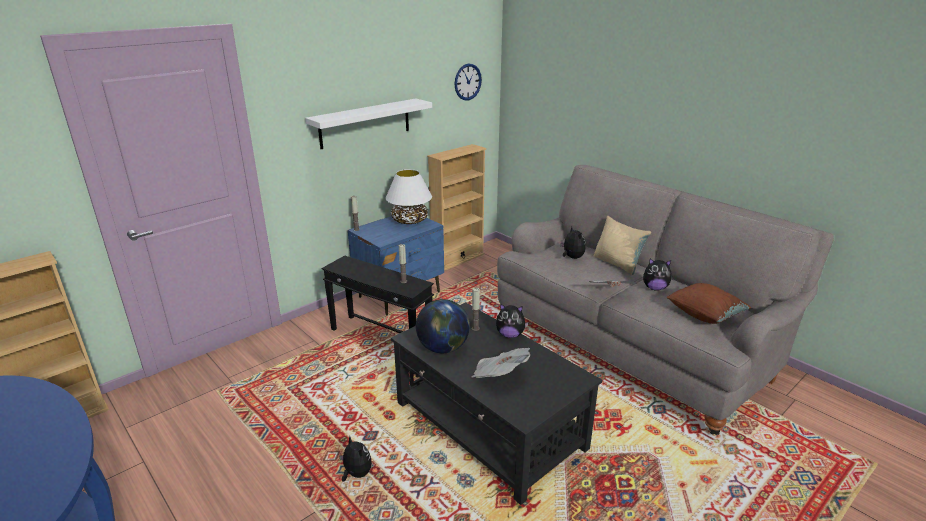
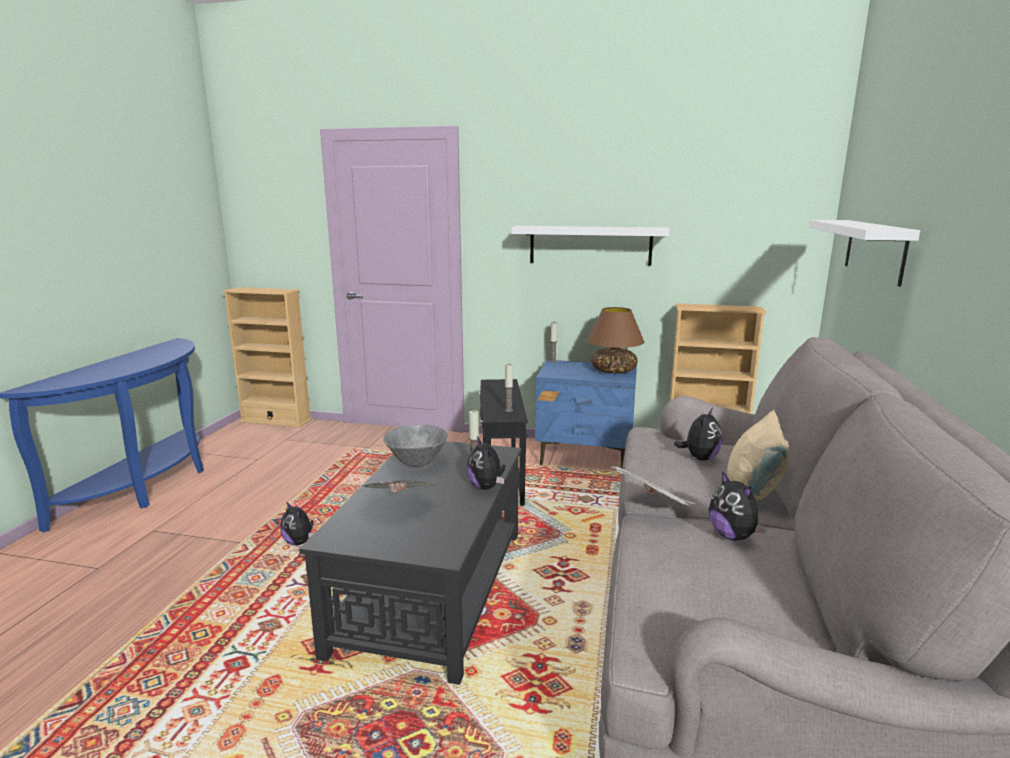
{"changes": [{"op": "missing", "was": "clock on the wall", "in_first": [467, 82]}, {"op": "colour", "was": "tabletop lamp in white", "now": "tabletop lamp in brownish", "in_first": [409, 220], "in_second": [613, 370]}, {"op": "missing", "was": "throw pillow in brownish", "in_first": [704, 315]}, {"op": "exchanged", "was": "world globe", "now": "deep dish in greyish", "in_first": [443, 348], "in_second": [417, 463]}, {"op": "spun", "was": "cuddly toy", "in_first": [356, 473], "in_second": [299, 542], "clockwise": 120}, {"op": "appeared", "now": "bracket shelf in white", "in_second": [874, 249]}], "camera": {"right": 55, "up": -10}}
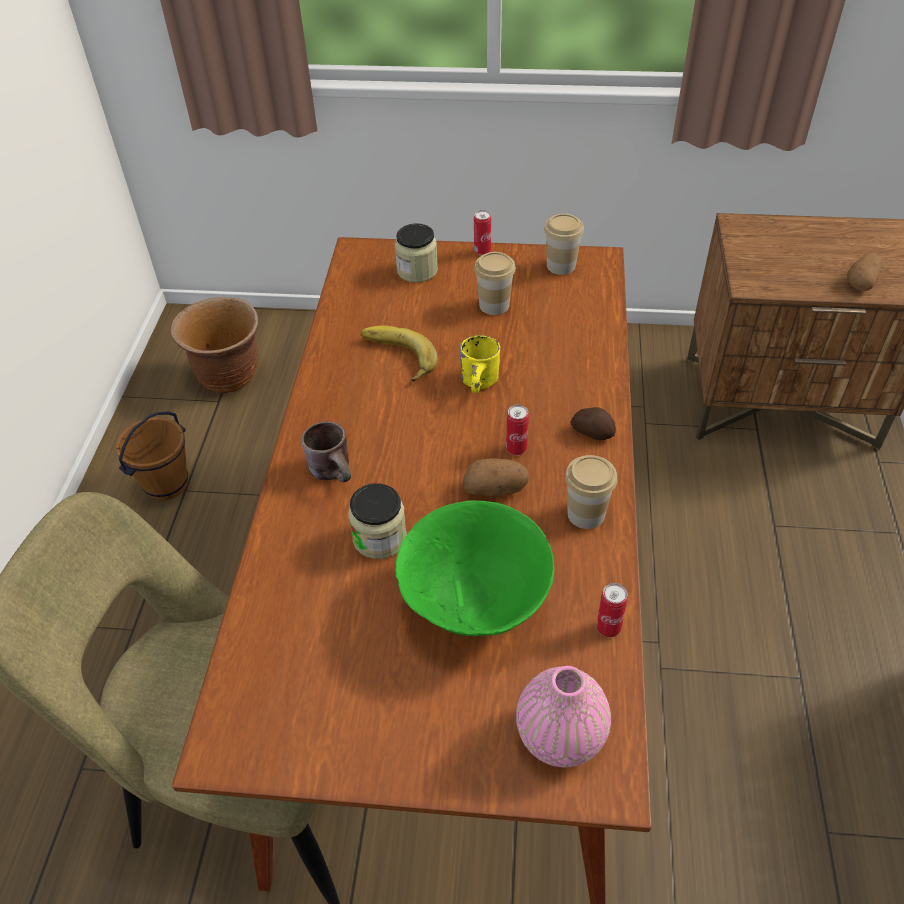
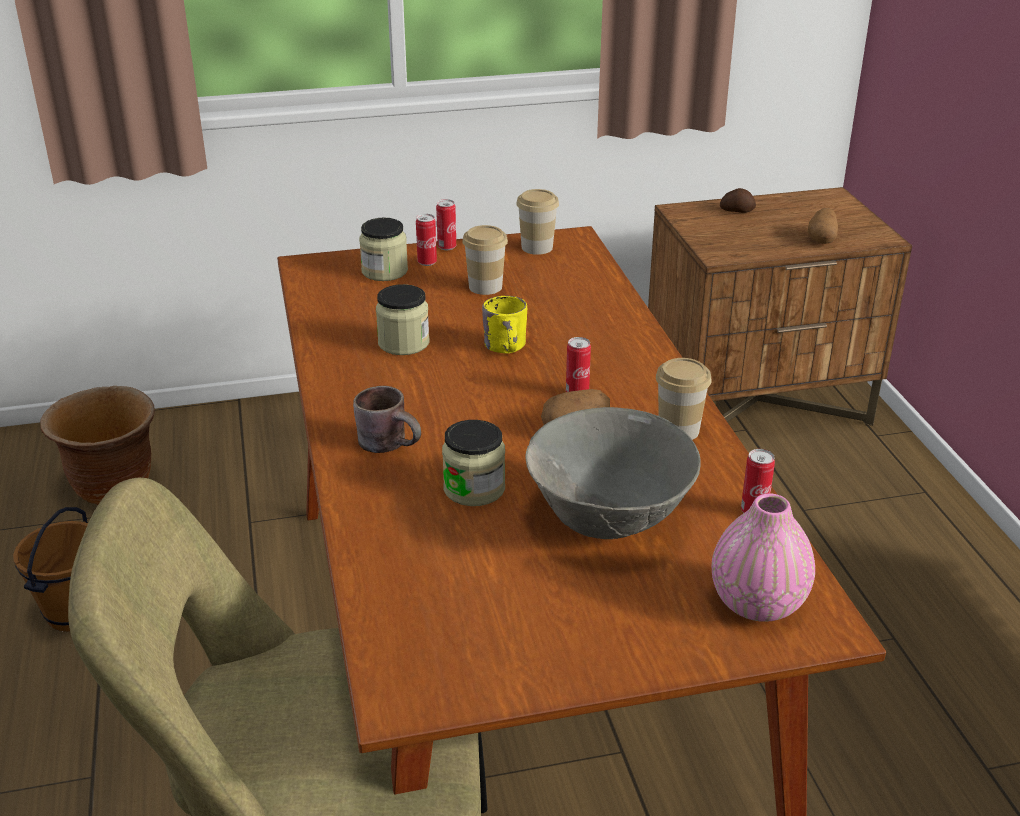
{"changes": [{"op": "exchanged", "was": "whole banana", "now": "preserve jar", "in_first": [396, 358], "in_second": [403, 343]}, {"op": "relocated", "was": "spud", "in_first": [592, 432], "in_second": [737, 210]}, {"op": "colour", "was": "deep dish in green", "now": "deep dish in greyish", "in_first": [476, 604], "in_second": [609, 521]}, {"op": "appeared", "now": "can", "in_second": [427, 262]}], "camera": {"right": -20, "up": -15}}
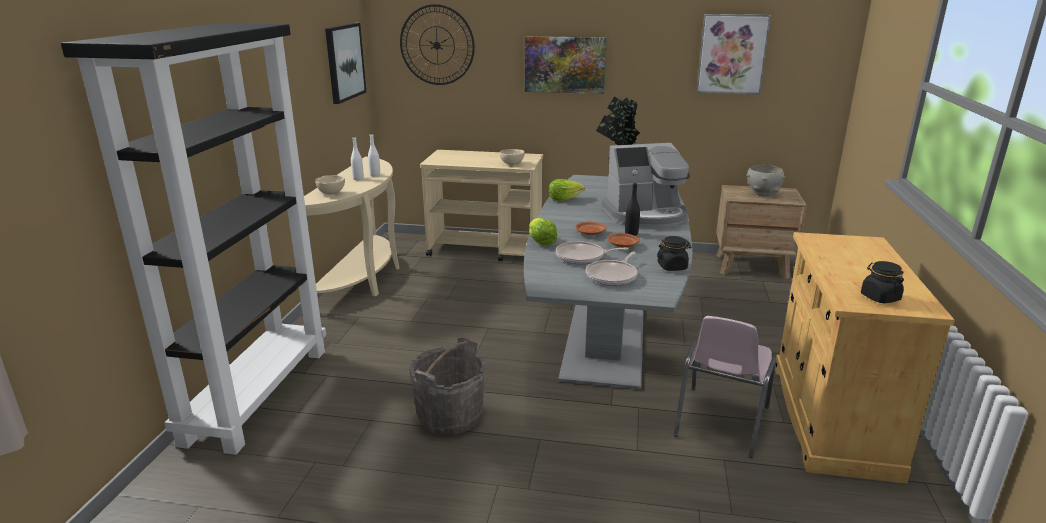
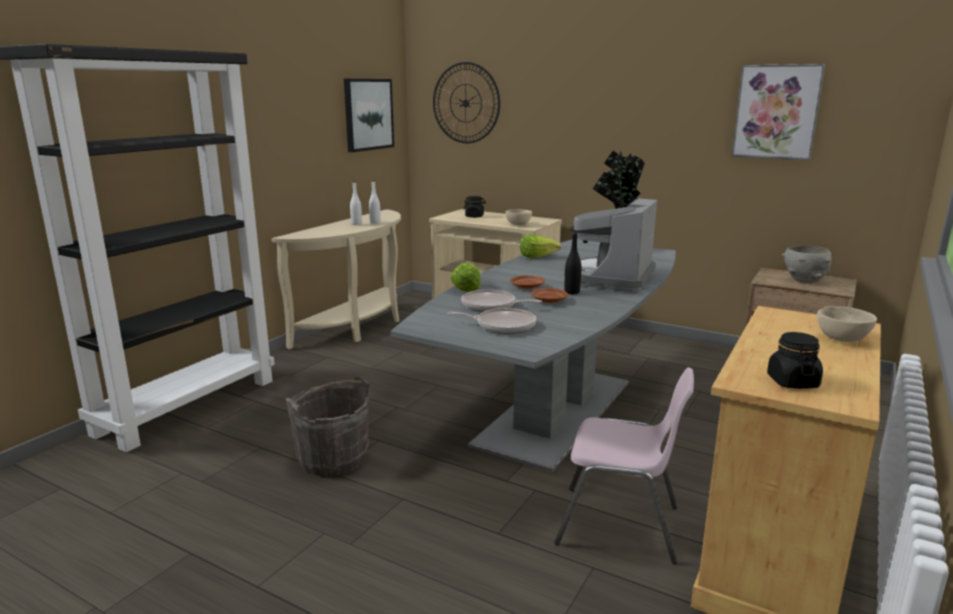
{"changes": [{"op": "missing", "was": "wall picture", "in_first": [565, 64]}, {"op": "spun", "was": "coffee machine", "in_first": [645, 215], "in_second": [609, 278], "clockwise": 105}, {"op": "relocated", "was": "deep dish in sand-coloured", "in_first": [331, 193], "in_second": [842, 339]}, {"op": "relocated", "was": "preserve jar in black-coloured", "in_first": [672, 267], "in_second": [474, 216]}, {"op": "spun", "was": "skillet", "in_first": [613, 276], "in_second": [502, 325], "clockwise": -135}, {"op": "spun", "was": "chair in pink", "in_first": [720, 422], "in_second": [620, 525], "clockwise": -120}], "camera": {"right": 20, "up": -5}}
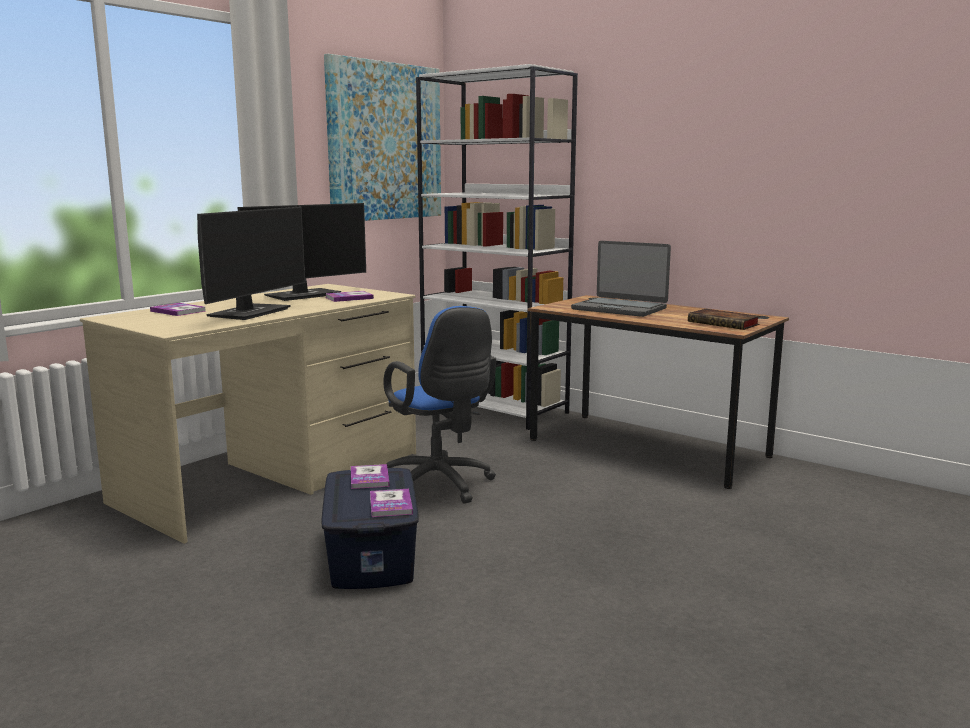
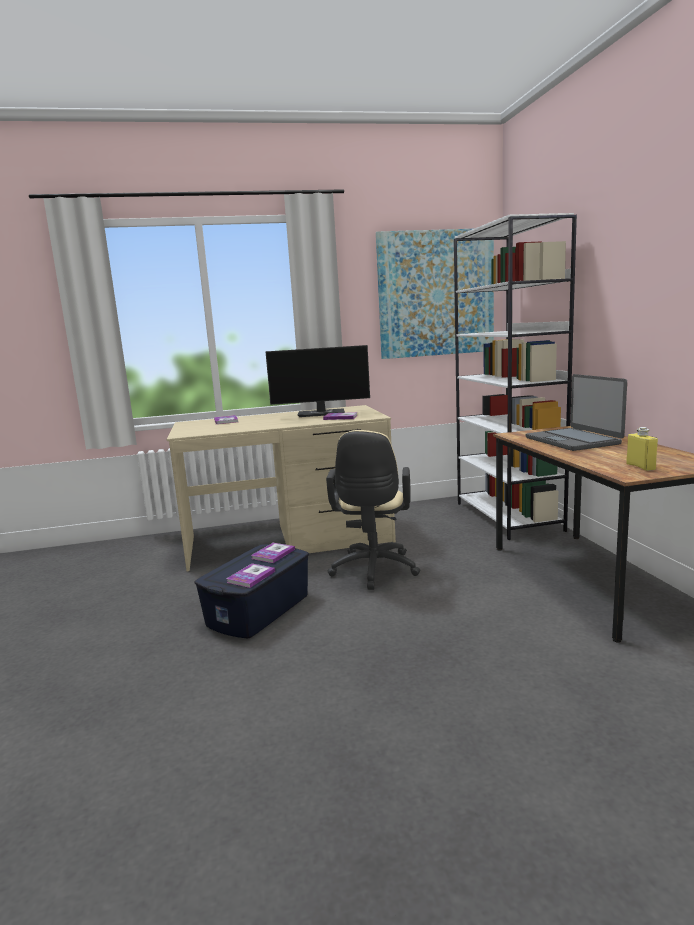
{"changes": [{"op": "missing", "was": "computer screen", "in_first": [250, 312]}, {"op": "colour", "was": "computer chair in blue-coloured", "now": "computer chair in sand-coloured", "in_first": [440, 486], "in_second": [373, 571]}, {"op": "exchanged", "was": "book", "now": "beverage bottle in yellowish", "in_first": [725, 324], "in_second": [640, 467]}], "camera": {"right": 40, "up": 0}}
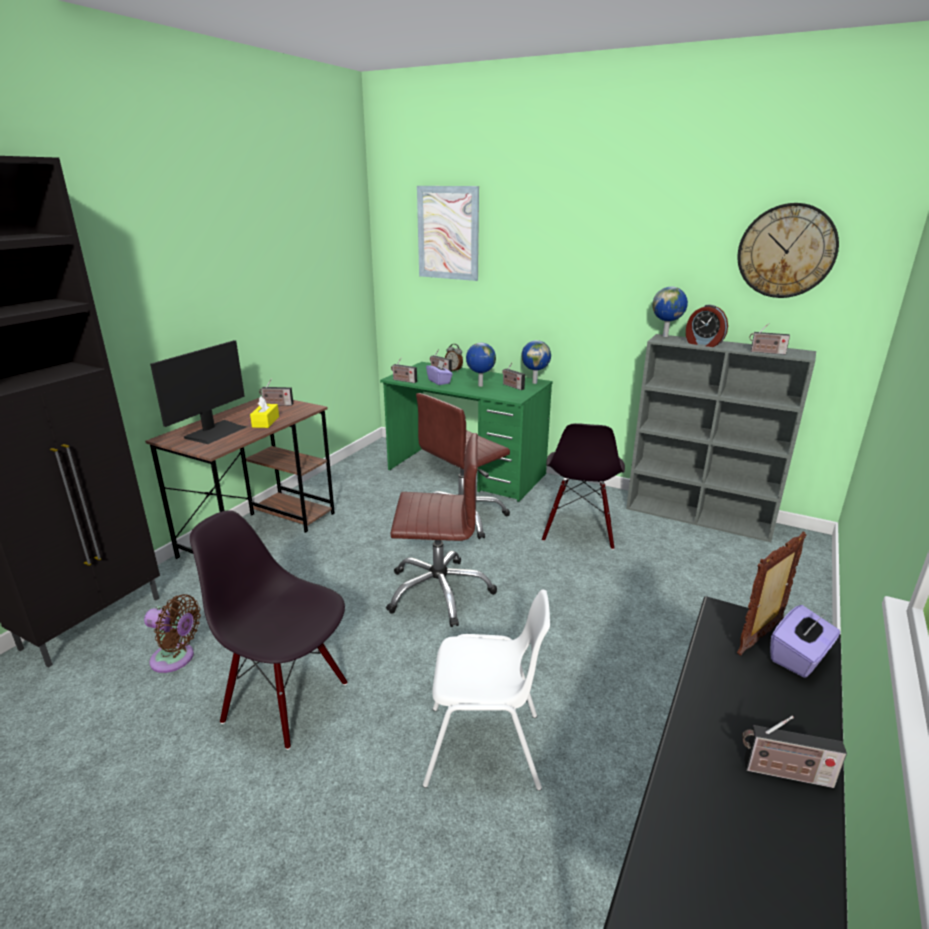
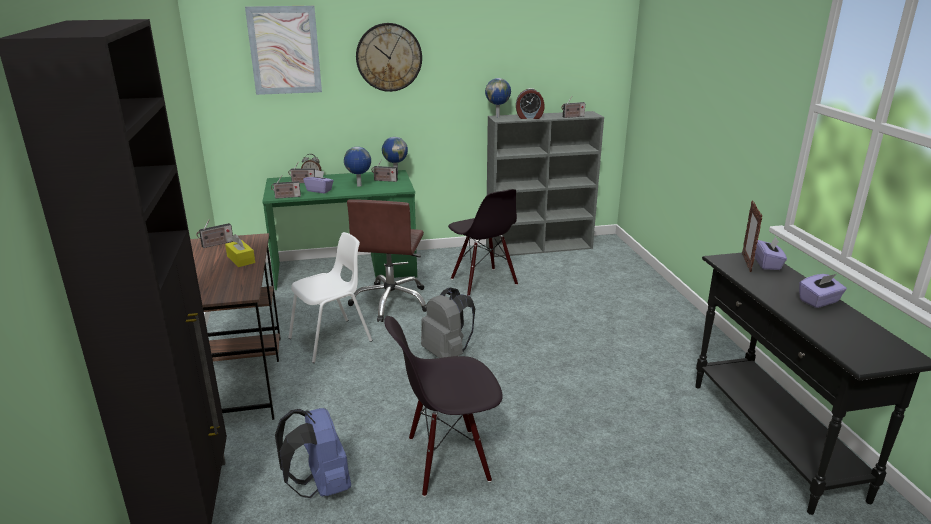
{"changes": [{"op": "relocated", "was": "clock on the wall", "in_first": [786, 251], "in_second": [389, 57]}, {"op": "missing", "was": "computer screen", "in_first": [215, 432]}, {"op": "exchanged", "was": "computer chair in brownish", "now": "rucksack in greyish", "in_first": [439, 591], "in_second": [447, 354]}, {"op": "relocated", "was": "chair in white", "in_first": [485, 749], "in_second": [332, 340]}, {"op": "exchanged", "was": "fan in brownish", "now": "rucksack in blue-coloured", "in_first": [176, 659], "in_second": [320, 486]}, {"op": "exchanged", "was": "radio receiver", "now": "tissue box in purple", "in_first": [783, 773], "in_second": [819, 301]}], "camera": {"right": -40, "up": 0}}
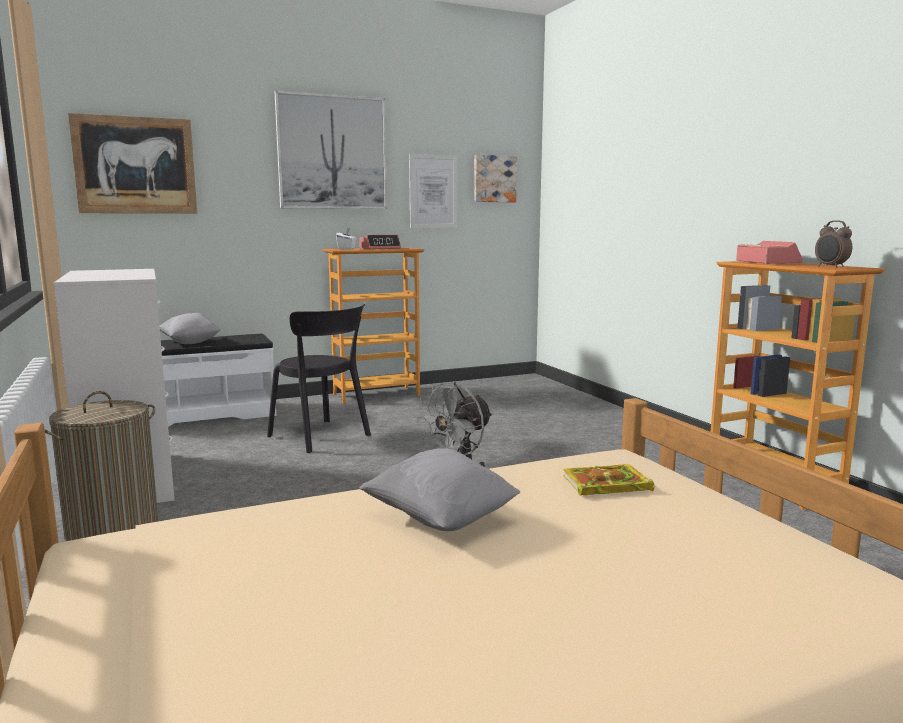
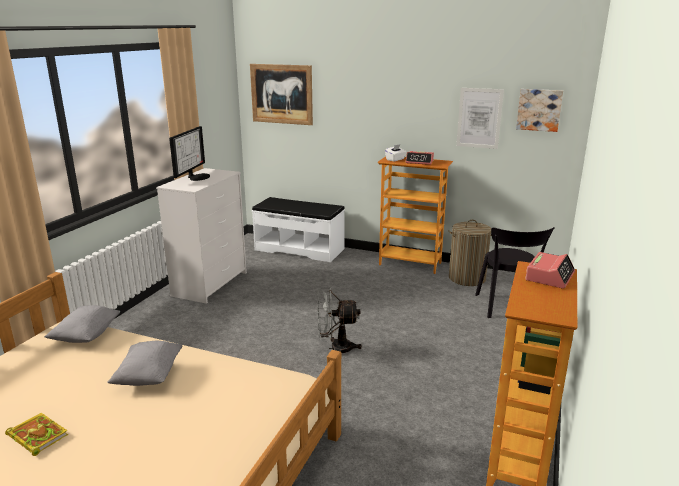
{"changes": [{"op": "missing", "was": "wall picture", "in_first": [332, 152]}, {"op": "missing", "was": "alarm clock", "in_first": [830, 267]}, {"op": "relocated", "was": "chair in black-coloured", "in_first": [321, 437], "in_second": [507, 307]}, {"op": "relocated", "was": "throw pillow in greyish", "in_first": [190, 343], "in_second": [86, 336]}, {"op": "relocated", "was": "laundry basket", "in_first": [113, 531], "in_second": [467, 278]}, {"op": "relocated", "was": "book", "in_first": [604, 485], "in_second": [36, 436]}, {"op": "appeared", "now": "computer screen", "in_second": [197, 177]}], "camera": {"right": 45, "up": 10}}
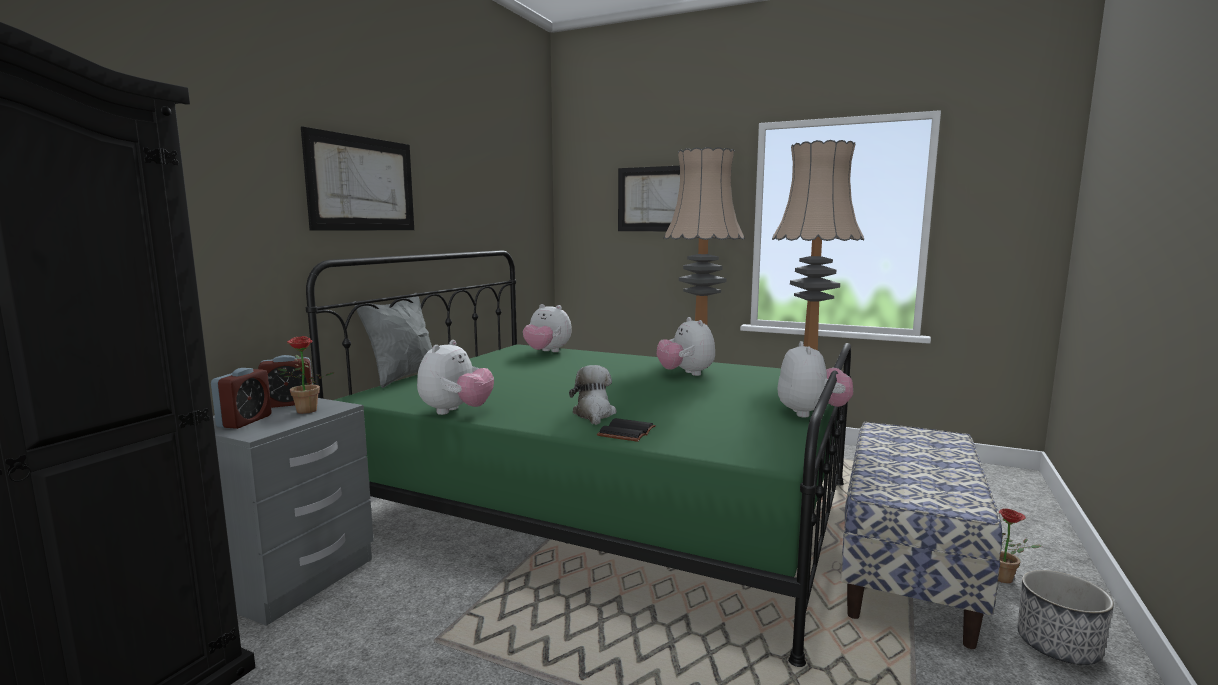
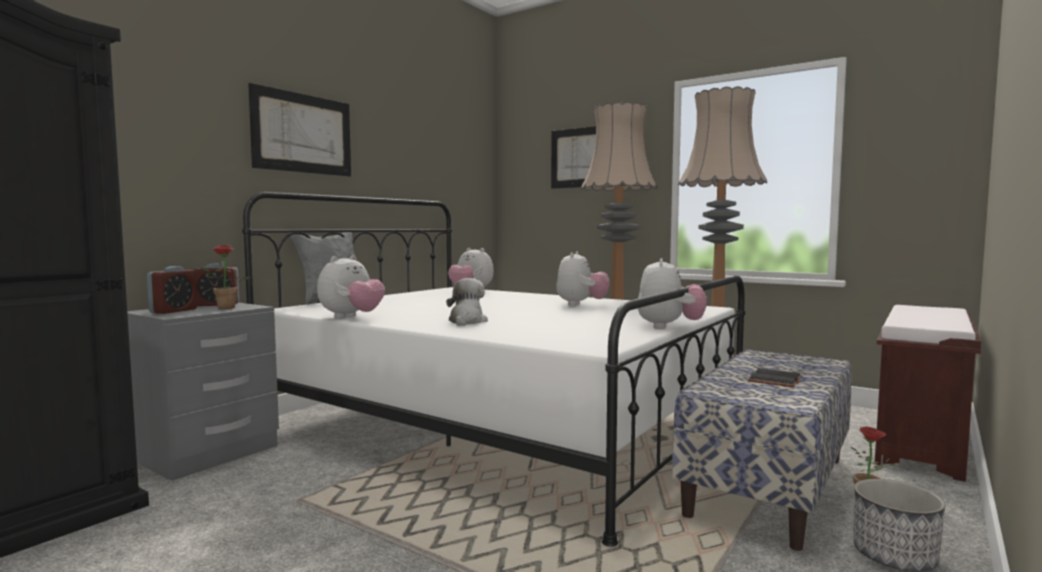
{"changes": [{"op": "colour", "was": "bedroom bed in green", "now": "bedroom bed in white", "in_first": [606, 506], "in_second": [499, 424]}, {"op": "spun", "was": "cuddly toy", "in_first": [686, 374], "in_second": [581, 304], "clockwise": -150}, {"op": "relocated", "was": "book in black-coloured", "in_first": [628, 433], "in_second": [777, 381]}, {"op": "appeared", "now": "long seat in brownish", "in_second": [921, 442]}], "camera": {"right": 10, "up": -5}}
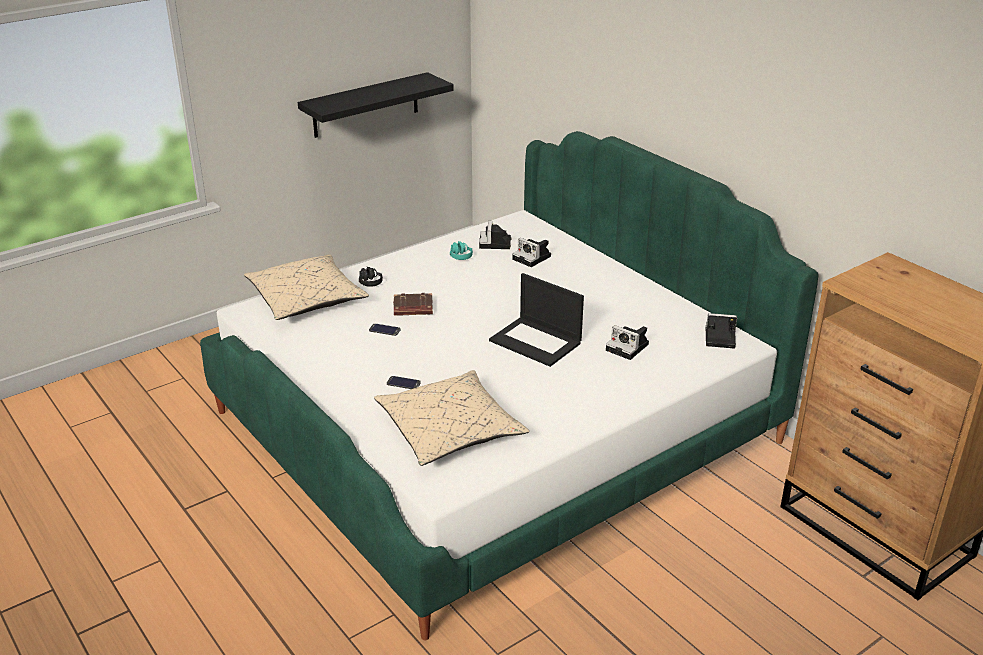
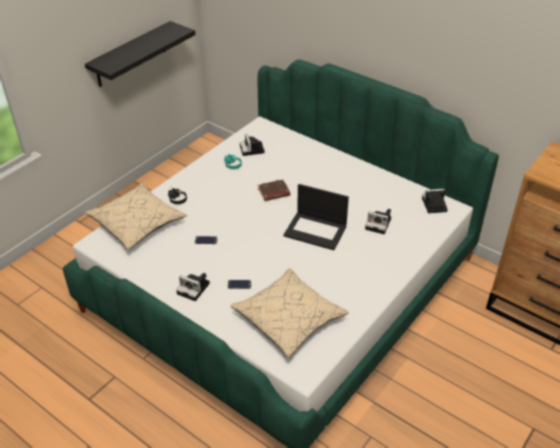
{"changes": [{"op": "relocated", "was": "photo camera", "in_first": [533, 258], "in_second": [194, 288]}, {"op": "relocated", "was": "book in brownish", "in_first": [412, 308], "in_second": [273, 193]}], "camera": {"right": -15, "up": 10}}
